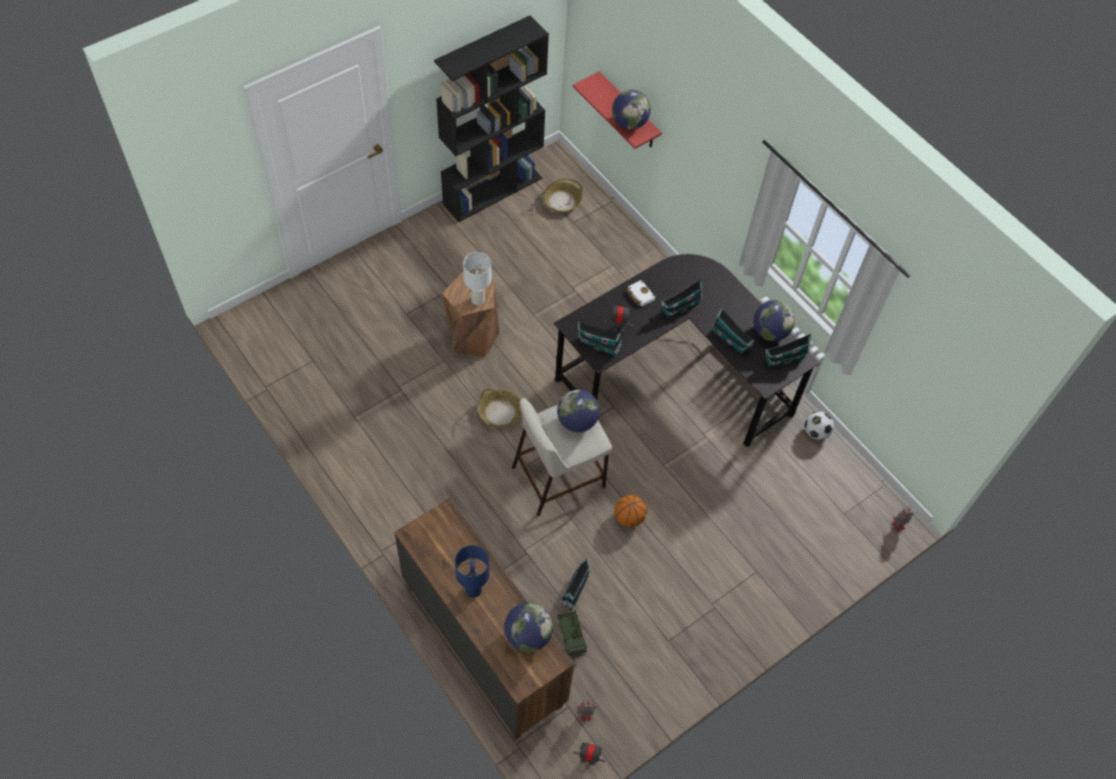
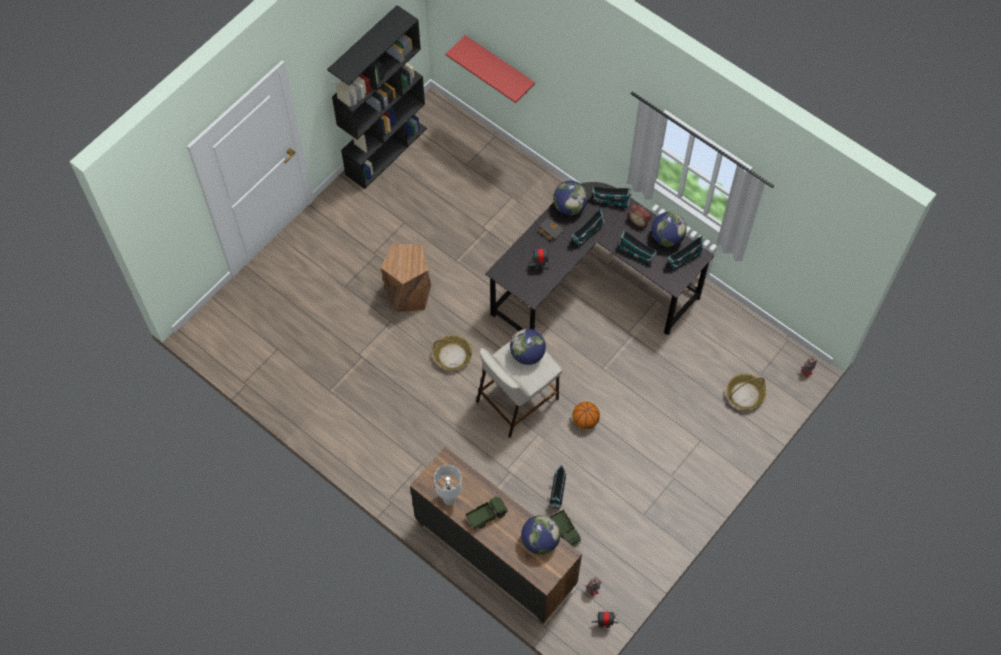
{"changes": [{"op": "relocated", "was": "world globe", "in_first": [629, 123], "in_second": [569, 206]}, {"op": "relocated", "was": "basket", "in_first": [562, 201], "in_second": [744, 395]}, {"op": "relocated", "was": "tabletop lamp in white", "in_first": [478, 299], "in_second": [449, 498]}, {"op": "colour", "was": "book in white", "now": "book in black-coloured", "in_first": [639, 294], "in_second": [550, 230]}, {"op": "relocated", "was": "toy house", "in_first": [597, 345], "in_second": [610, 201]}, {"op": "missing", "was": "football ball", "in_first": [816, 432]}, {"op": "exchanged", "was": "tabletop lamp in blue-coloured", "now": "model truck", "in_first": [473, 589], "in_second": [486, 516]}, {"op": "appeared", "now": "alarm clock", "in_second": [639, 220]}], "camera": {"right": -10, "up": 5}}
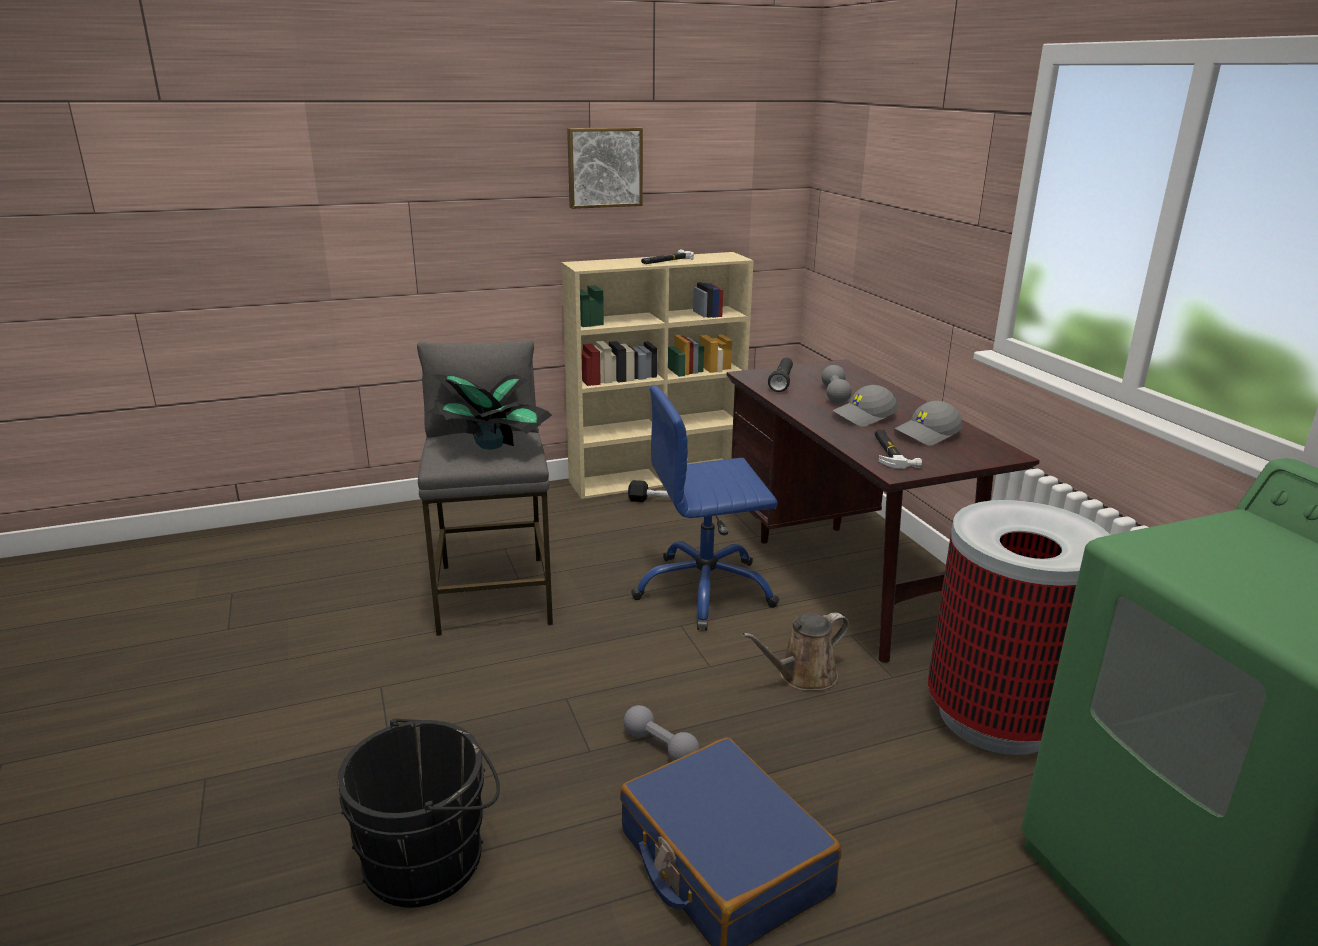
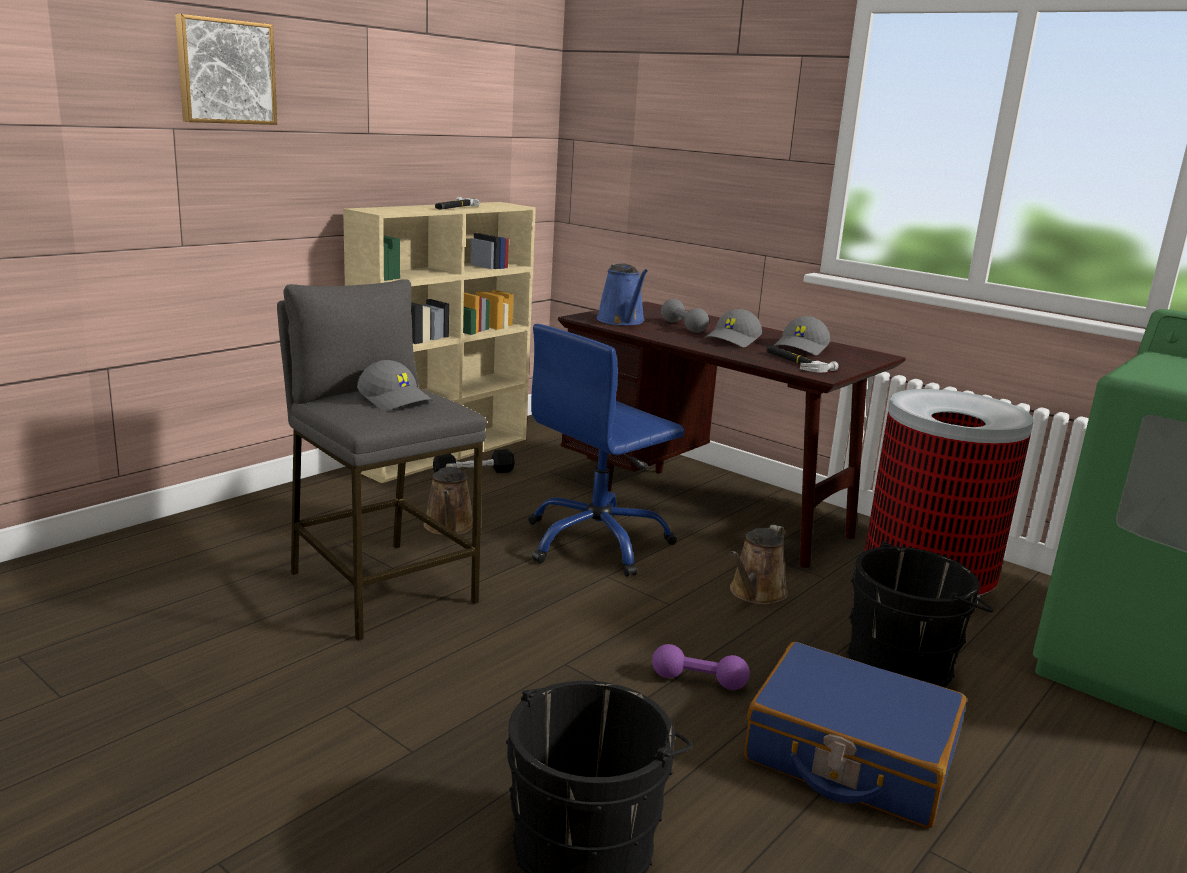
{"changes": [{"op": "relocated", "was": "wall picture", "in_first": [604, 167], "in_second": [225, 71]}, {"op": "exchanged", "was": "flashlight in black-coloured", "now": "watering pot in blue-coloured", "in_first": [781, 382], "in_second": [622, 321]}, {"op": "exchanged", "was": "potted plant", "now": "cap in greyish", "in_first": [489, 444], "in_second": [396, 400]}, {"op": "colour", "was": "dumbbell in greyish", "now": "dumbbell in purple", "in_first": [660, 747], "in_second": [698, 681]}, {"op": "appeared", "now": "watering pot in brownish", "in_second": [449, 527]}, {"op": "appeared", "now": "pail in black-coloured", "in_second": [904, 667]}], "camera": {"right": -30, "up": -5}}
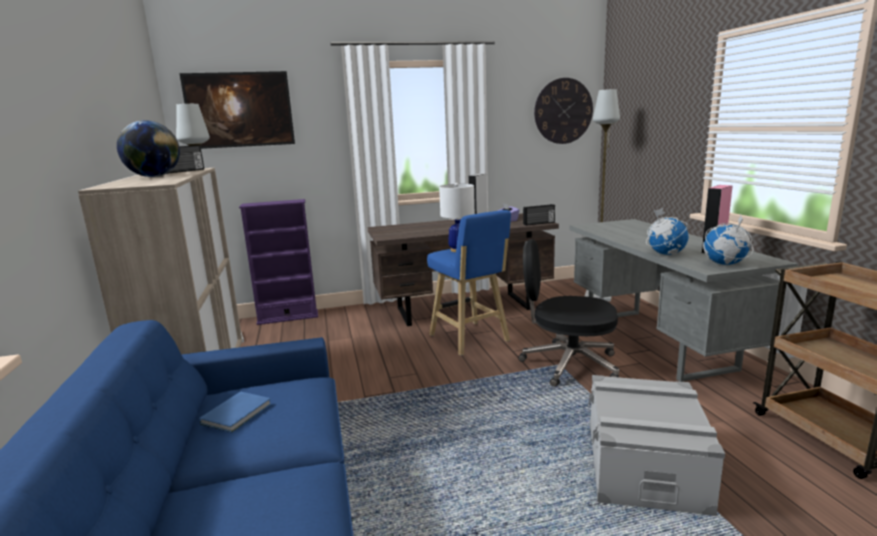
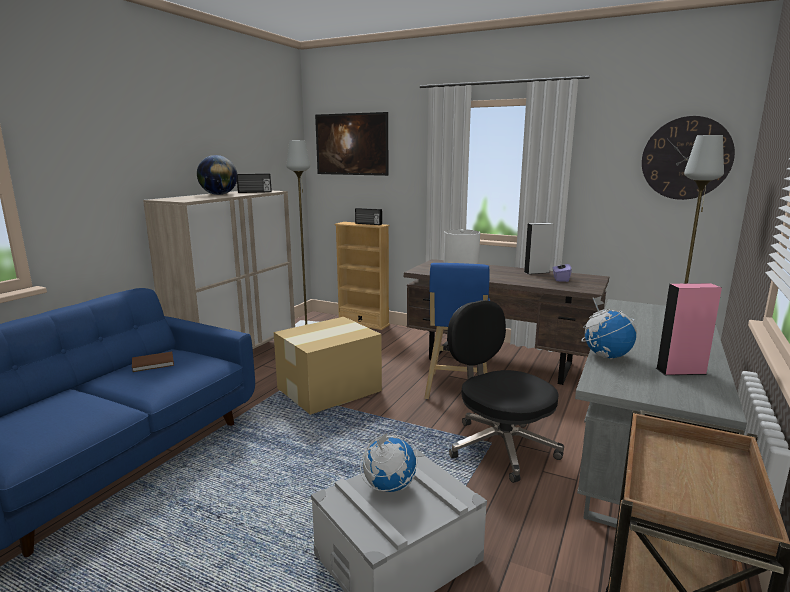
{"changes": [{"op": "colour", "was": "bookcase in purple", "now": "bookcase in sand-coloured", "in_first": [288, 317], "in_second": [363, 323]}, {"op": "relocated", "was": "radio receiver", "in_first": [539, 223], "in_second": [368, 224]}, {"op": "relocated", "was": "world globe", "in_first": [724, 264], "in_second": [389, 487]}, {"op": "colour", "was": "book in blue-coloured", "now": "book in brownish", "in_first": [238, 413], "in_second": [154, 363]}, {"op": "appeared", "now": "cardboard box", "in_second": [327, 389]}], "camera": {"right": 40, "up": 0}}
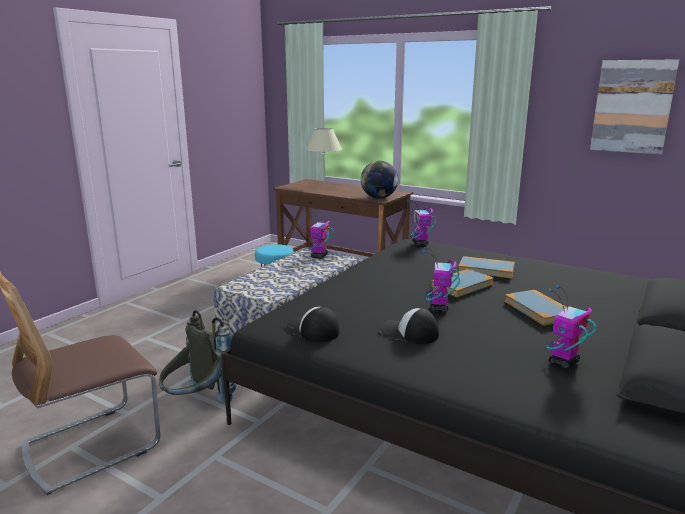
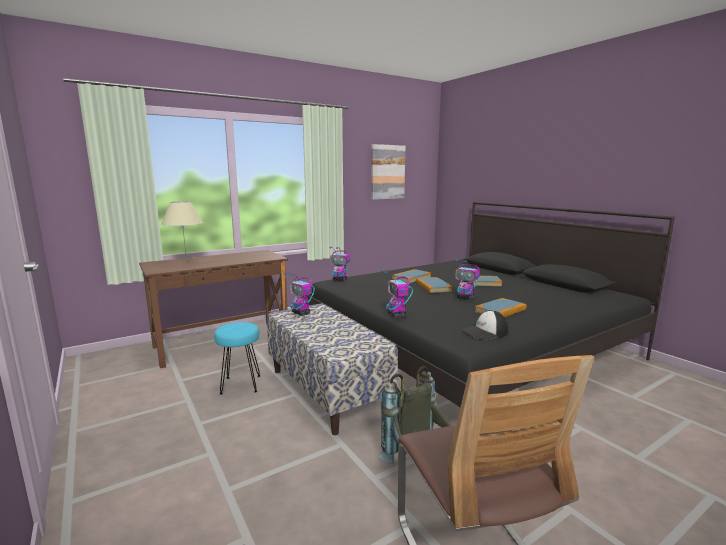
{"changes": [{"op": "missing", "was": "world globe", "in_first": [379, 198]}, {"op": "relocated", "was": "model robot", "in_first": [563, 363], "in_second": [397, 315]}, {"op": "exchanged", "was": "cap", "now": "book", "in_first": [409, 333], "in_second": [500, 310]}], "camera": {"right": -65, "up": -5}}
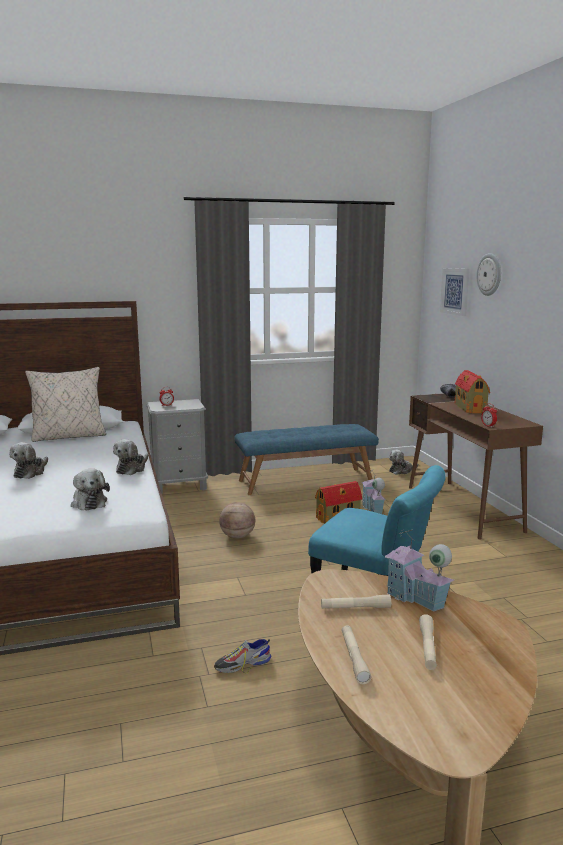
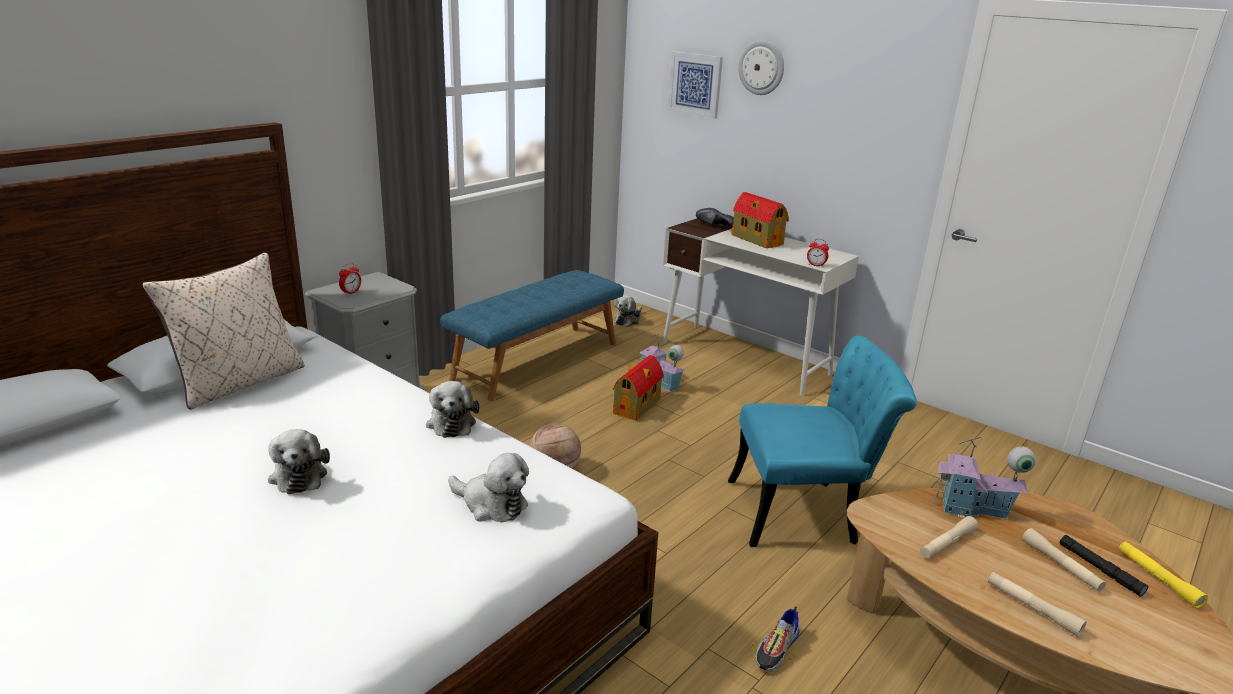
{"changes": [{"op": "colour", "was": "desk unit in brownish", "now": "desk unit in white", "in_first": [463, 508], "in_second": [745, 358]}, {"op": "appeared", "now": "flashlight in black-coloured", "in_second": [1100, 569]}, {"op": "appeared", "now": "flashlight in yellowish", "in_second": [1158, 579]}], "camera": {"right": -35, "up": 10}}
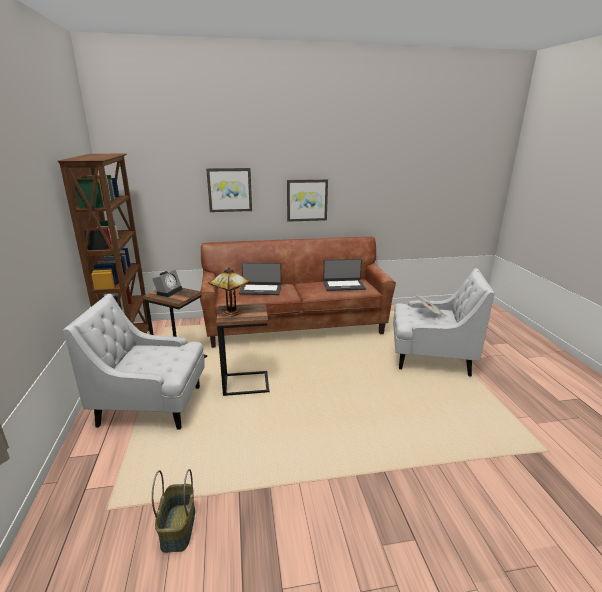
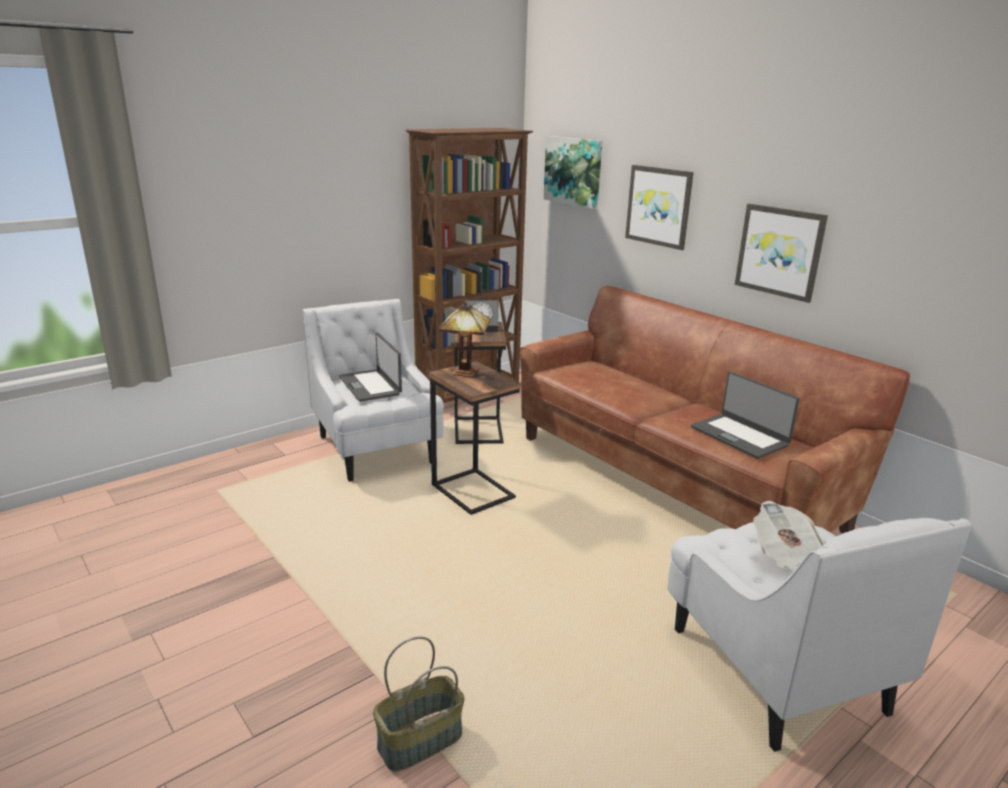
{"changes": [{"op": "relocated", "was": "notebook computer", "in_first": [260, 289], "in_second": [371, 385]}, {"op": "relocated", "was": "basket", "in_first": [179, 528], "in_second": [420, 742]}, {"op": "appeared", "now": "wall picture", "in_second": [573, 171]}], "camera": {"right": 60, "up": 0}}
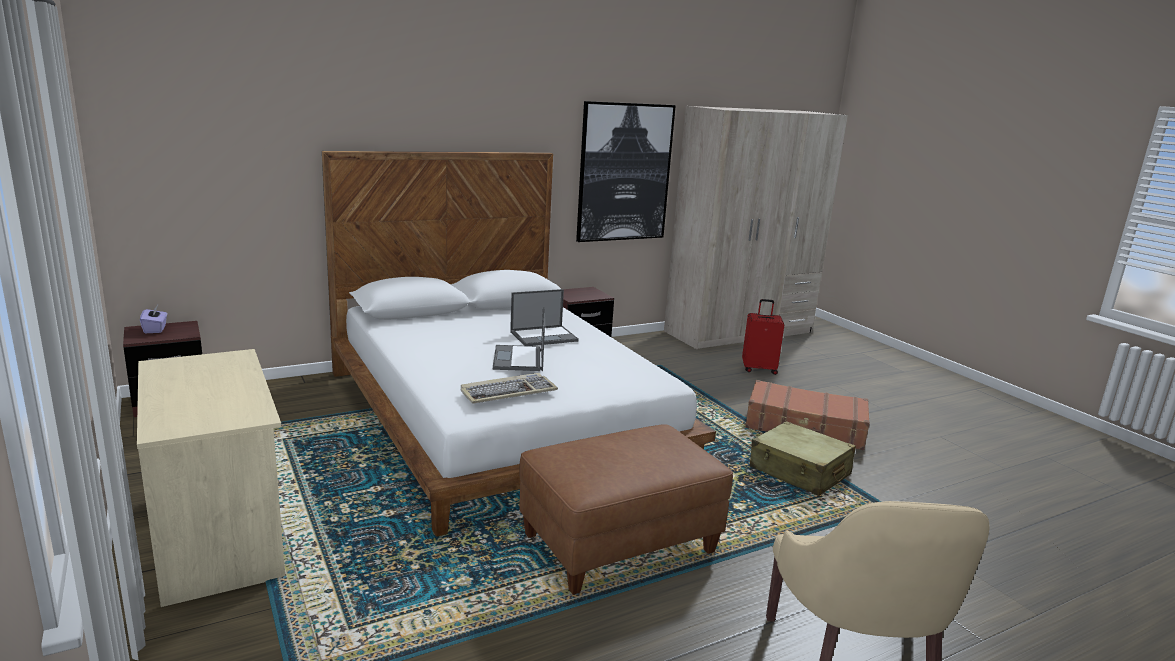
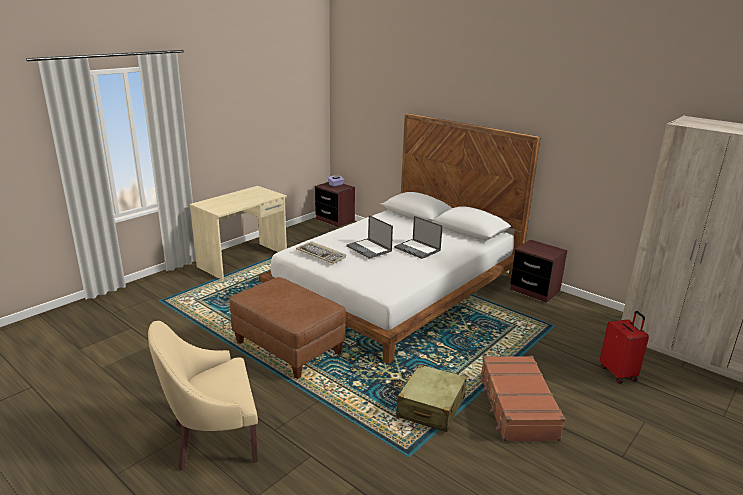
{"changes": [{"op": "missing", "was": "wall picture", "in_first": [624, 172]}, {"op": "spun", "was": "notebook computer", "in_first": [519, 359], "in_second": [369, 249], "clockwise": -105}], "camera": {"right": 70, "up": 5}}
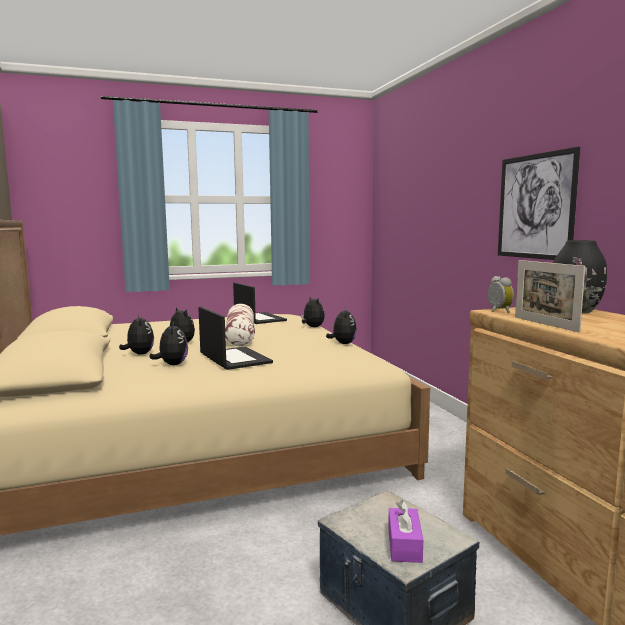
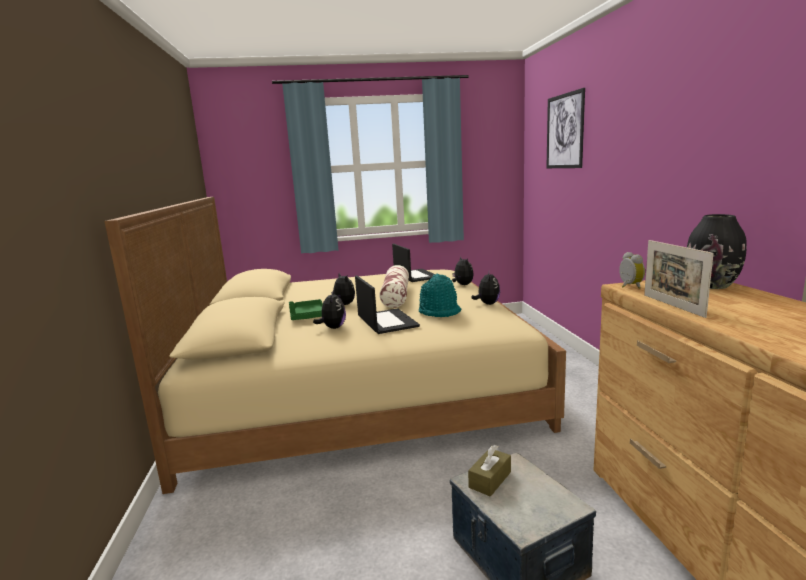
{"changes": [{"op": "relocated", "was": "wall picture", "in_first": [535, 206], "in_second": [564, 131]}, {"op": "exchanged", "was": "cuddly toy", "now": "serving tray in green", "in_first": [139, 354], "in_second": [307, 316]}, {"op": "missing", "was": "tissue box in purple", "in_first": [404, 545]}, {"op": "appeared", "now": "hat in turquoise-coloured", "in_second": [439, 311]}, {"op": "appeared", "now": "tissue box in brownish", "in_second": [490, 479]}], "camera": {"right": 10, "up": 5}}
